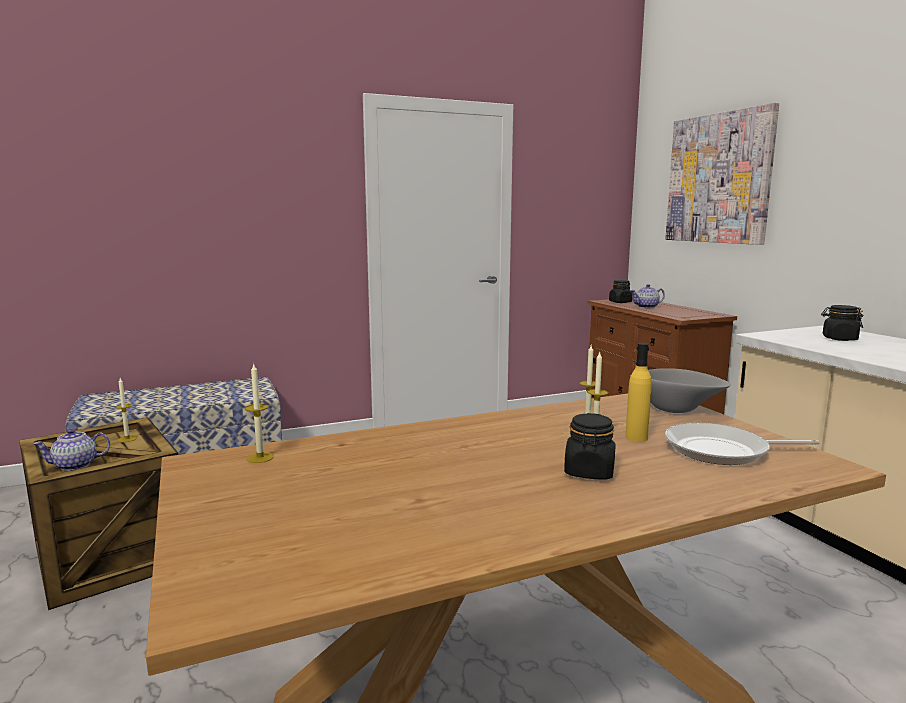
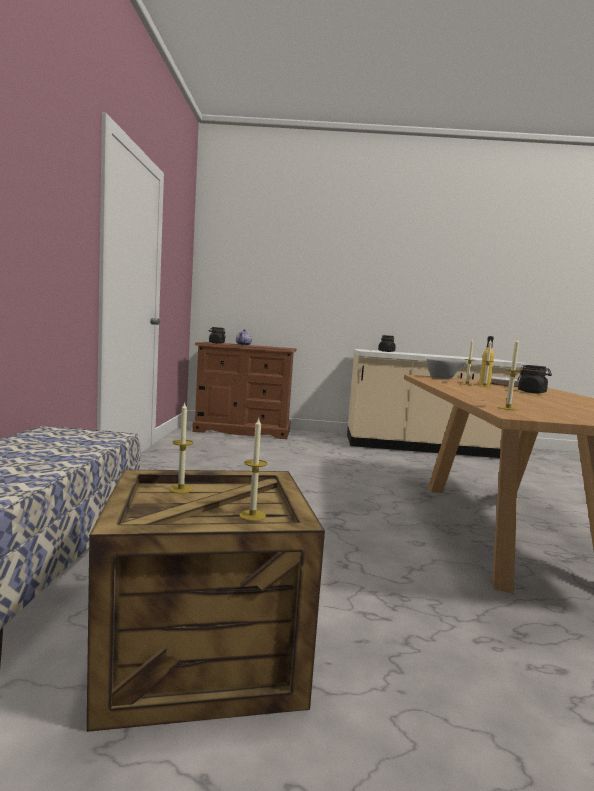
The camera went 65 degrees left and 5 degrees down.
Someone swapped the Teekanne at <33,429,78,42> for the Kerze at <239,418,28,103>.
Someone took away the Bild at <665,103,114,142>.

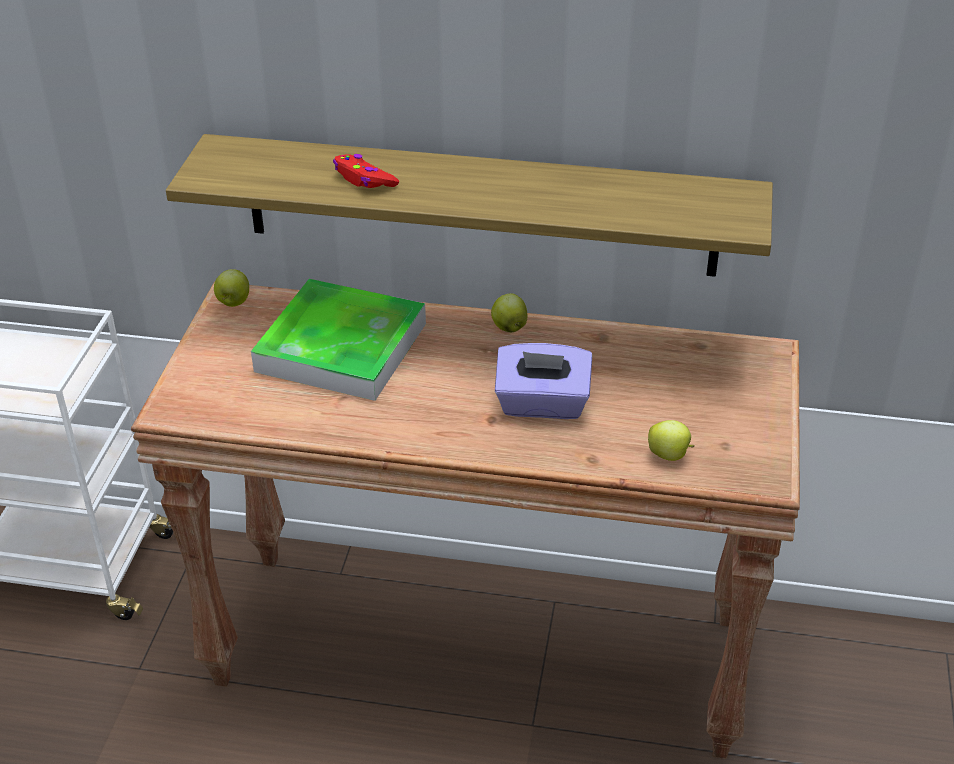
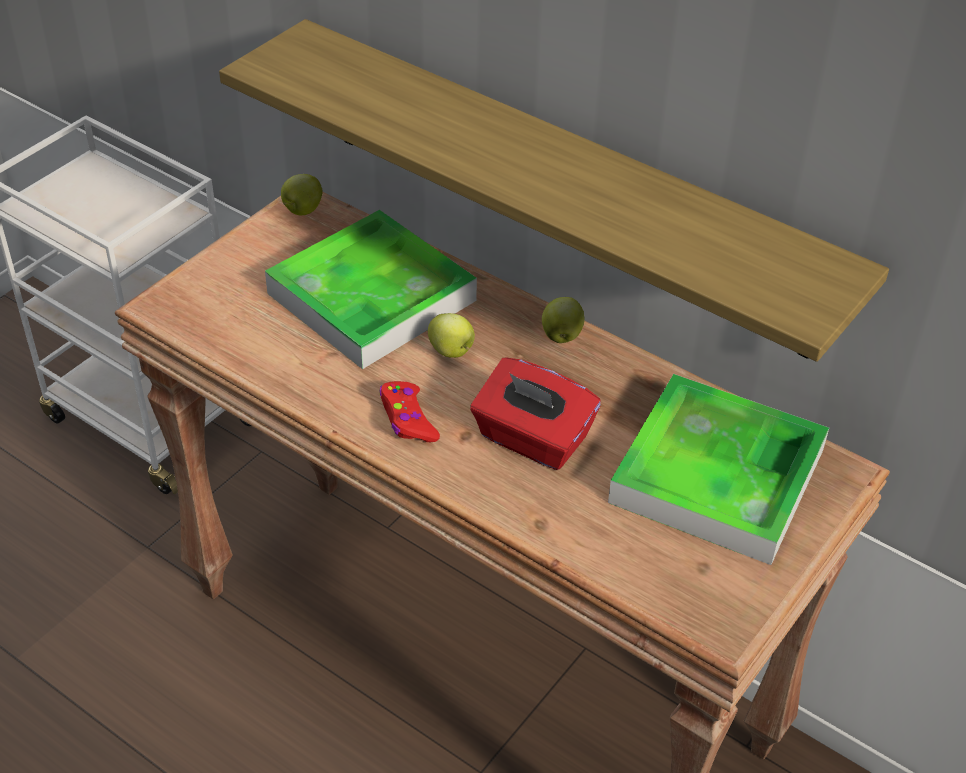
The camera went 25 degrees right and 5 degrees up.
Someone carried the Gamepad (rot) from <333,154,66,34> to <380,381,60,61>.
Someone repainted the Taschentuchbox (lila) at <495,343,97,76>, which became the Taschentuchbox (rot) at <470,357,131,113>.
Someone carried the Apfel from <648,420,47,41> to <428,313,47,45>.
Someone put down the Tablett at <608,374,221,191>.

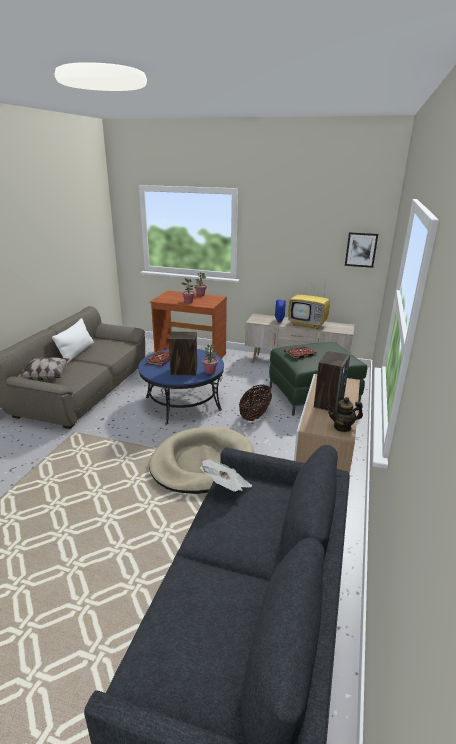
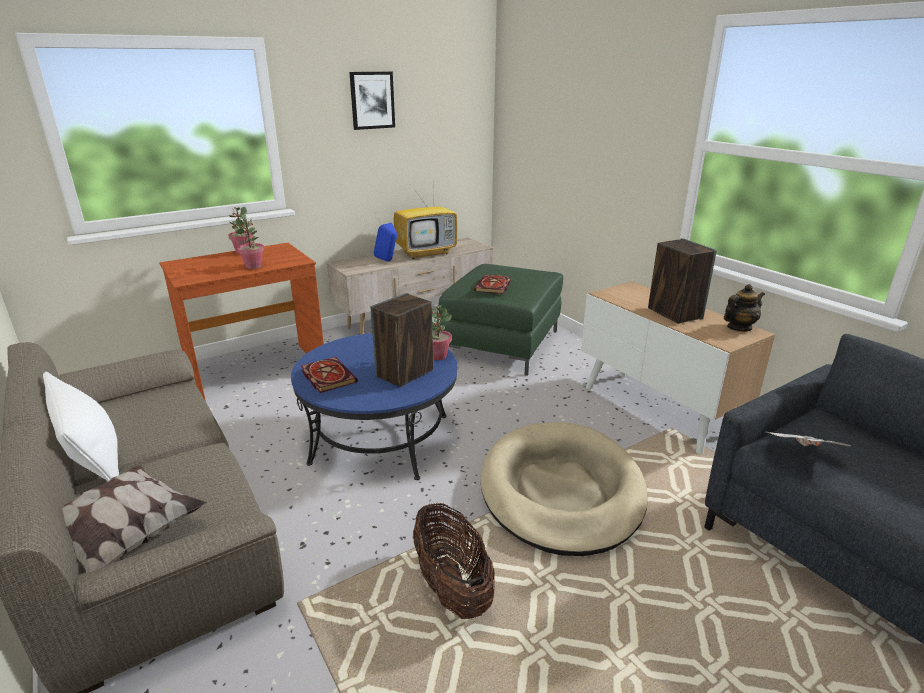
The camera went 50 degrees left and 0 degrees up.
Someone carried the Korb from <239,385,33,36> to <413,502,82,117>.
Someone rotated the Teekanne at <327,397,36,35> by 150 degrees counterclockwise.
Someone carried the Bild from <345,232,33,36> to <349,72,46,58>.

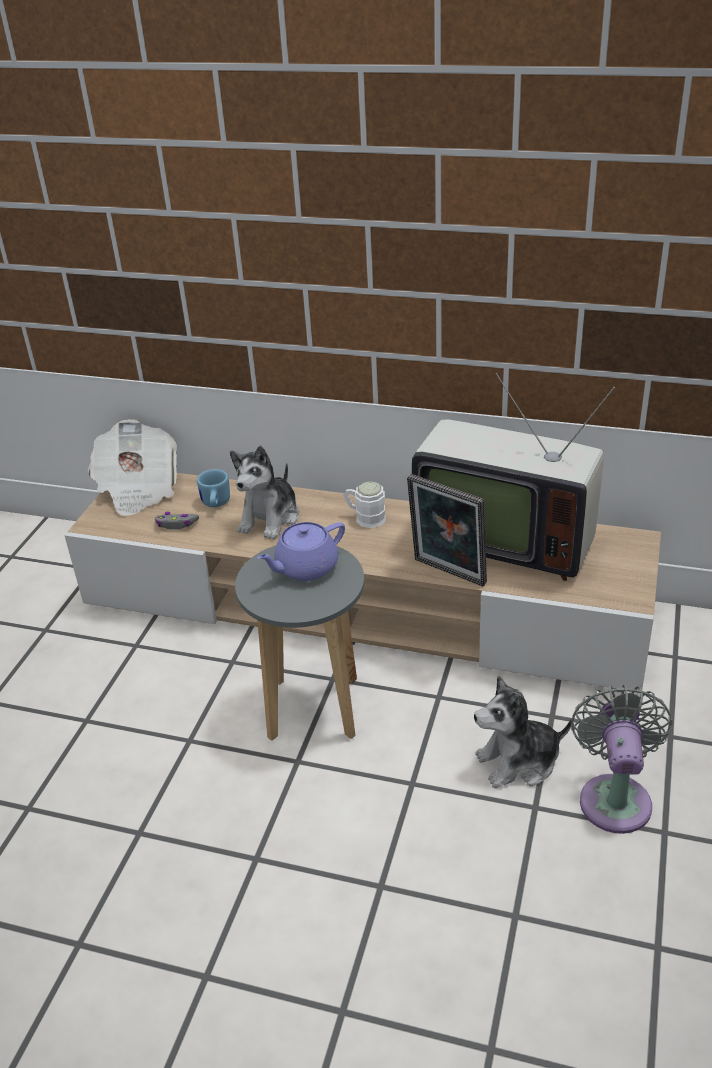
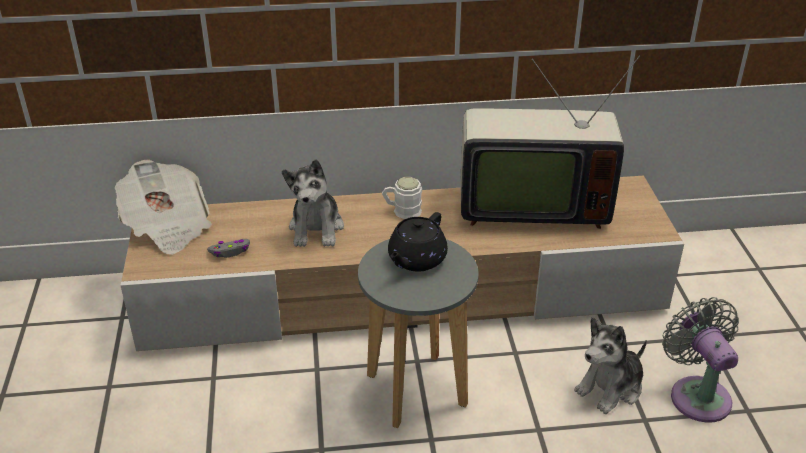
The camera went 25 degrees left and 0 degrees up.
Someone took away the Henkelbecher (blau) at <197,469,33,38>.
Someone repainted the Teekanne (lila) at <257,522,88,59>, which became the Teekanne (schwarz) at <388,212,60,60>.
Someone took away the Bilderrahmen at <407,474,80,112>.

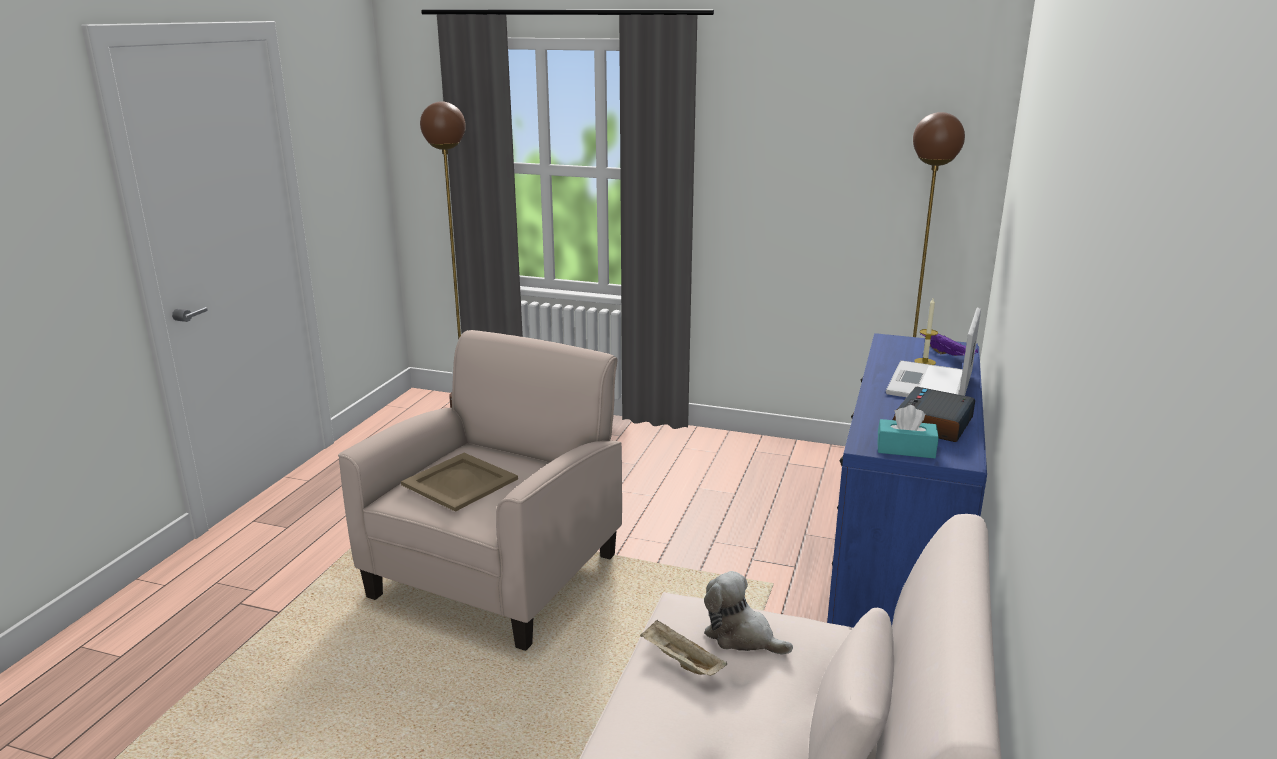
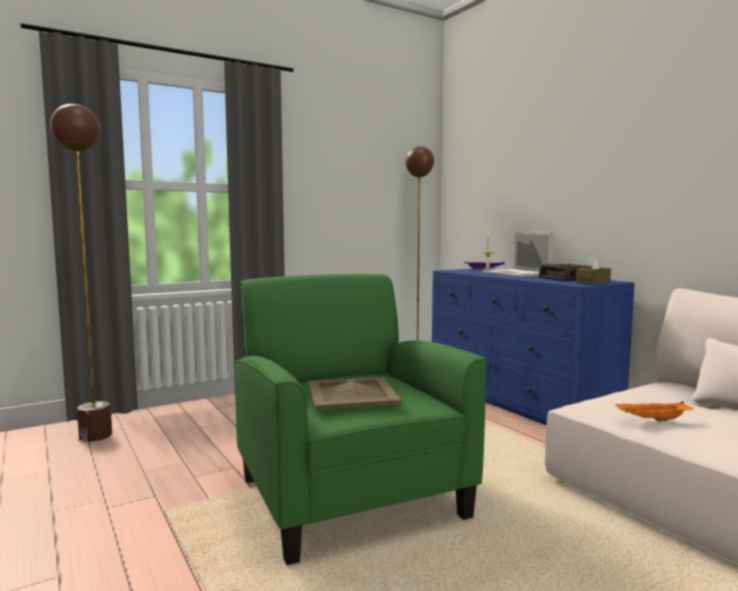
The camera went 50 degrees left and 15 degrees down.
Someone repainted the Sessel (beige) at <338,330,284,321>, which became the Sessel (grün) at <234,274,252,291>.
Someone repainted the Tablett (beige) at <640,619,87,57>, which became the Tablett (orange) at <616,401,77,20>.
Someone took away the Plüschtier at <704,571,89,84>.
Someone repainted the Taschentuchbox (türkis) at <877,405,62,53>, which became the Taschentuchbox (braun) at <576,254,35,31>.

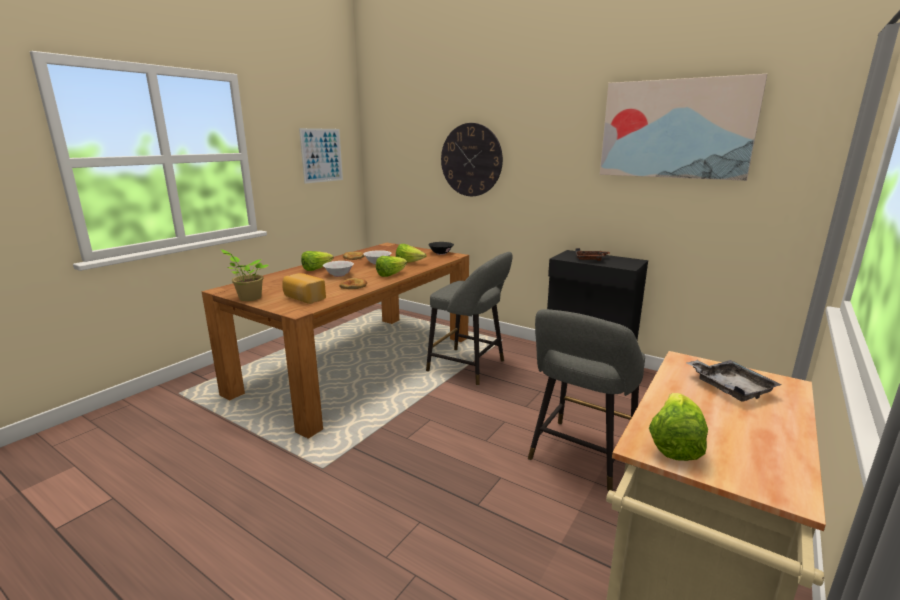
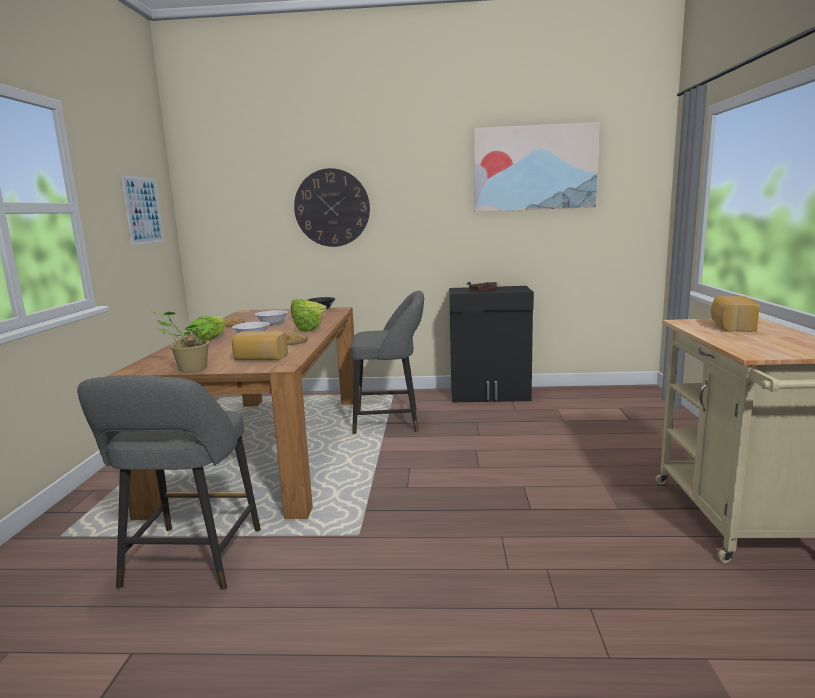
The camera went 30 degrees left and 5 degrees down.
Someone carried the Hocker (grau) from <528,309,117,182> to <77,375,184,215>.
Someone took away the Salatkopf at <649,393,59,68>.
Someone swapped the Tablett (grau) at <686,360,95,42> for the Brot at <711,296,49,36>.

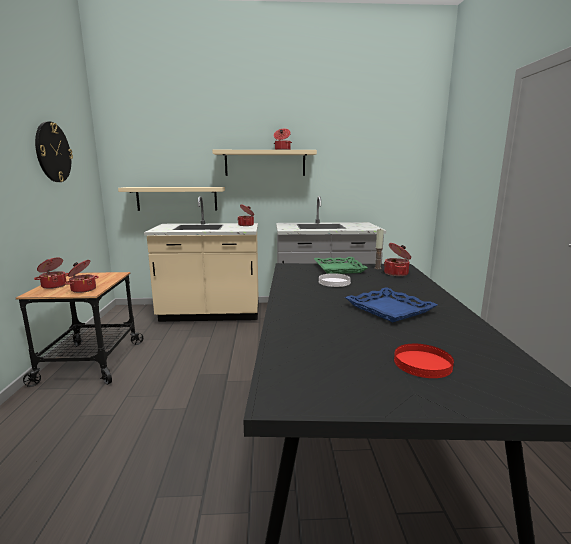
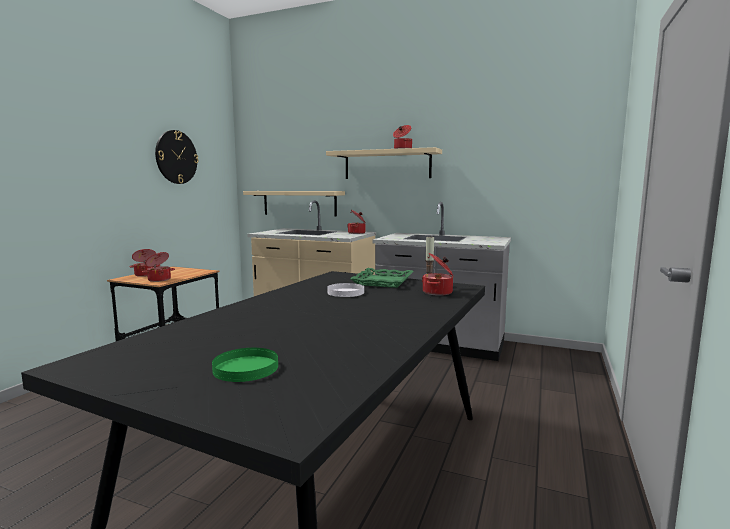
The camera went 25 degrees right and 5 degrees down.
Someone took away the Tablett (blau) at <345,287,92,35>.
Someone repainted the Teller (rot) at <394,344,60,34>, which became the Teller (grün) at <212,348,66,34>.

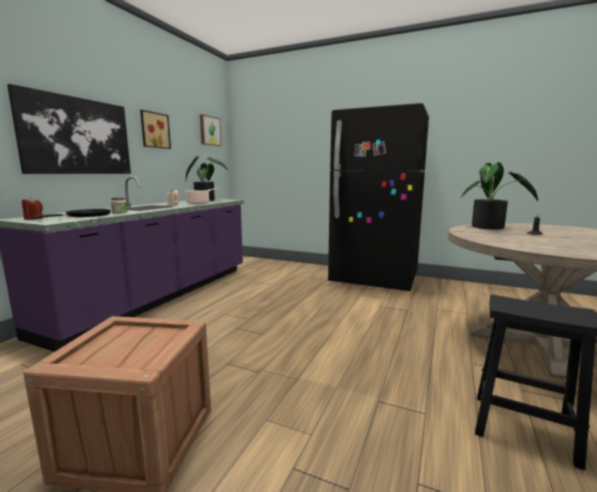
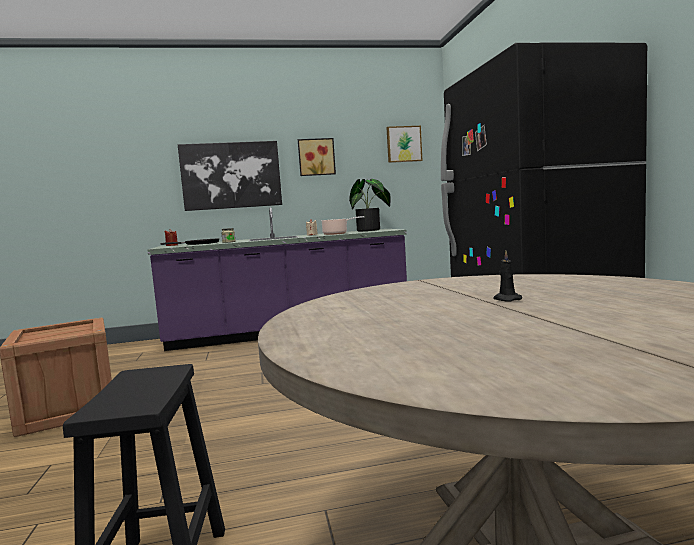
The camera went 55 degrees right and 5 degrees down.
Someone took away the Topfpflanze at <461,162,77,67>.

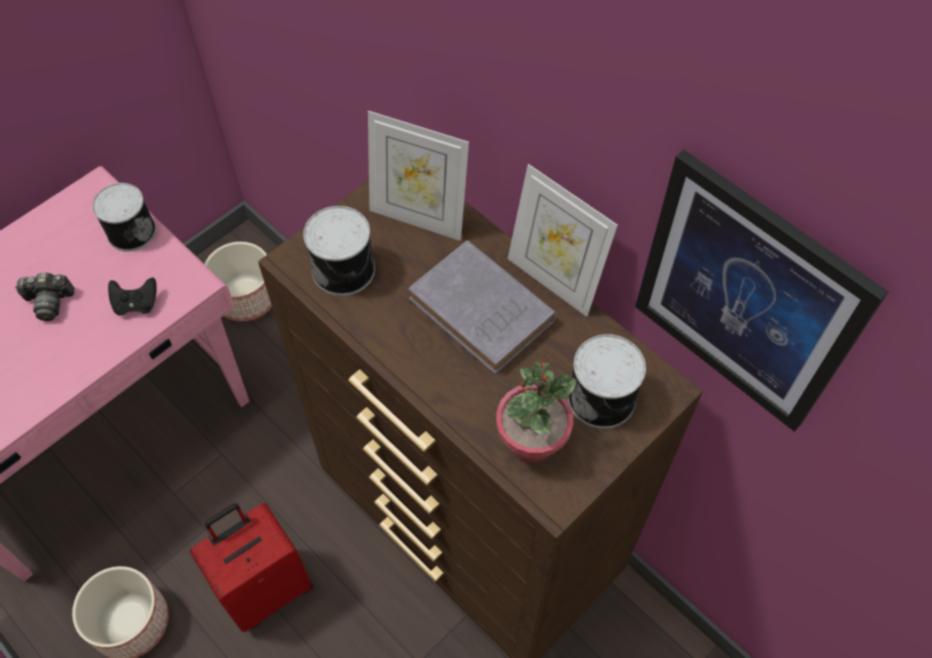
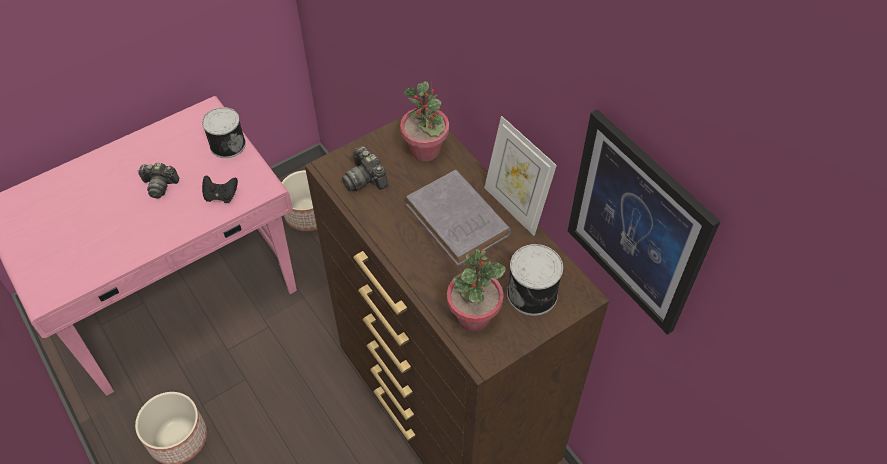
The camera went 10 degrees right and 5 degrees down.
Someone took away the Koffer (rot) at <190,503,123,129>.
Someone swapped the Dose at <303,206,72,90> for the Kamera at <342,146,46,45>.
Someone swapped the Bilderrahmen at <368,111,101,130> for the Topfpflanze at <400,81,49,80>.

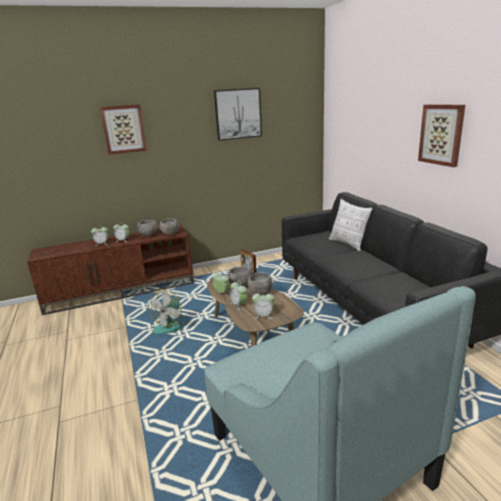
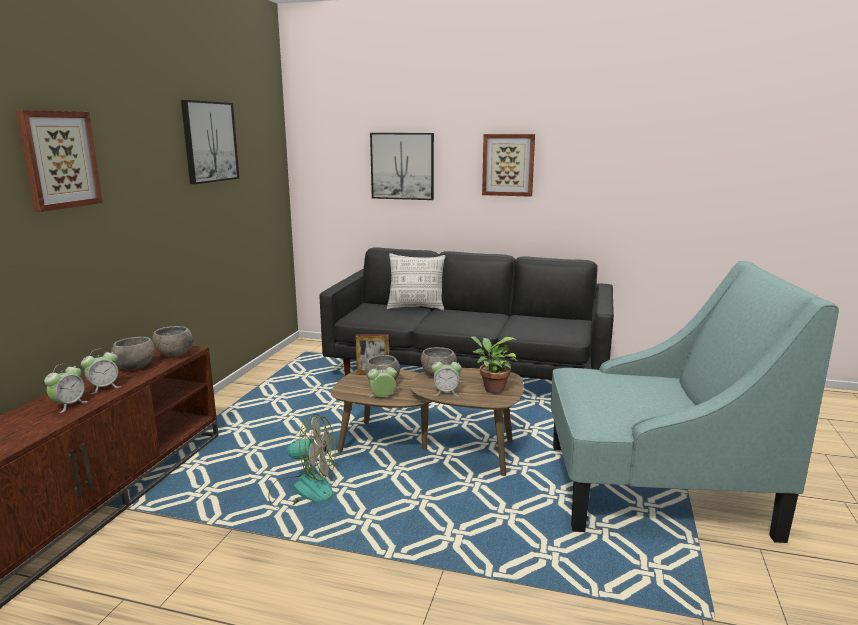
The camera went 55 degrees left and 5 degrees down.
Someone rotated the Ventilator at <150,289,39,45> by 60 degrees counterclockwise.
Someone swapped the Wecker at <252,290,23,29> for the Topfpflanze at <471,336,47,58>.
Someone put up the Bild at <370,133,64,67>.

